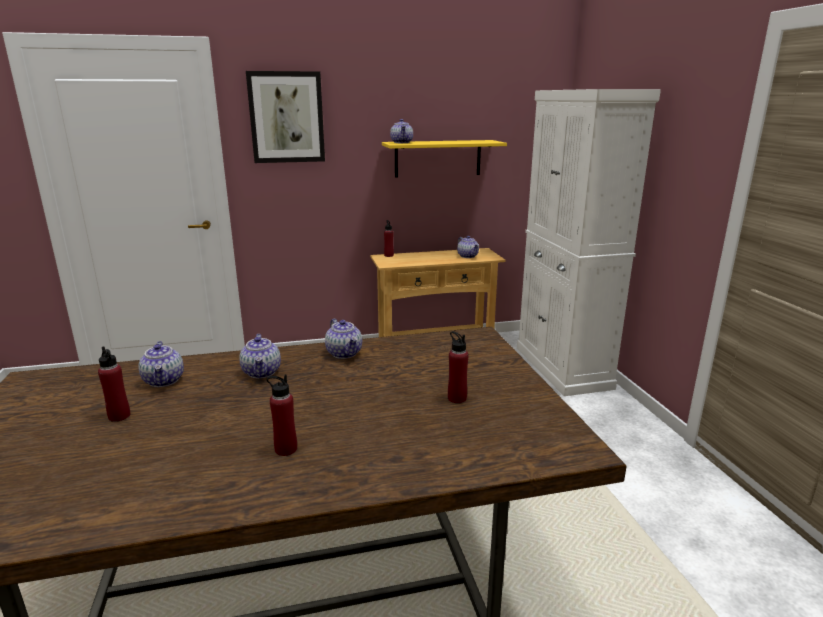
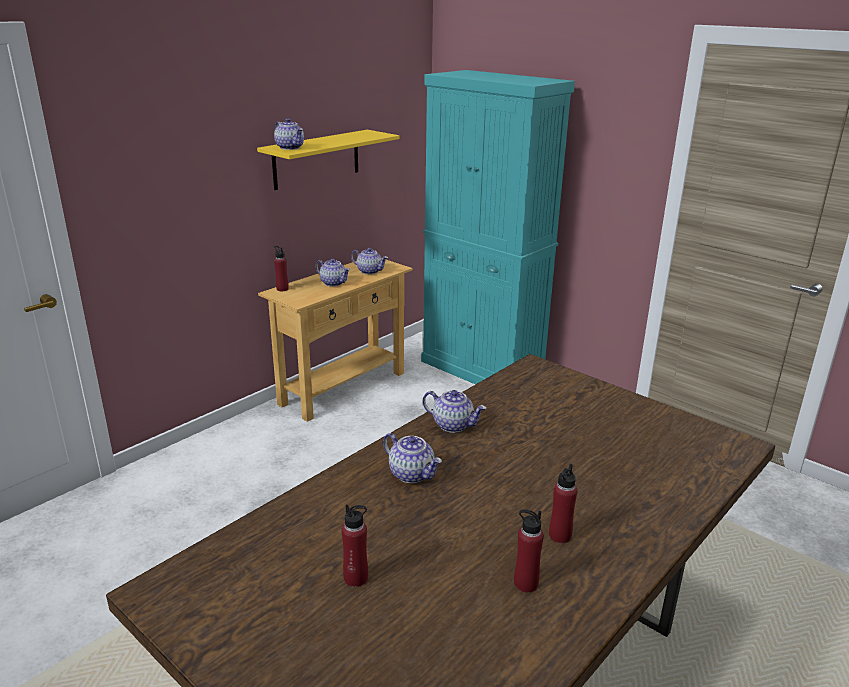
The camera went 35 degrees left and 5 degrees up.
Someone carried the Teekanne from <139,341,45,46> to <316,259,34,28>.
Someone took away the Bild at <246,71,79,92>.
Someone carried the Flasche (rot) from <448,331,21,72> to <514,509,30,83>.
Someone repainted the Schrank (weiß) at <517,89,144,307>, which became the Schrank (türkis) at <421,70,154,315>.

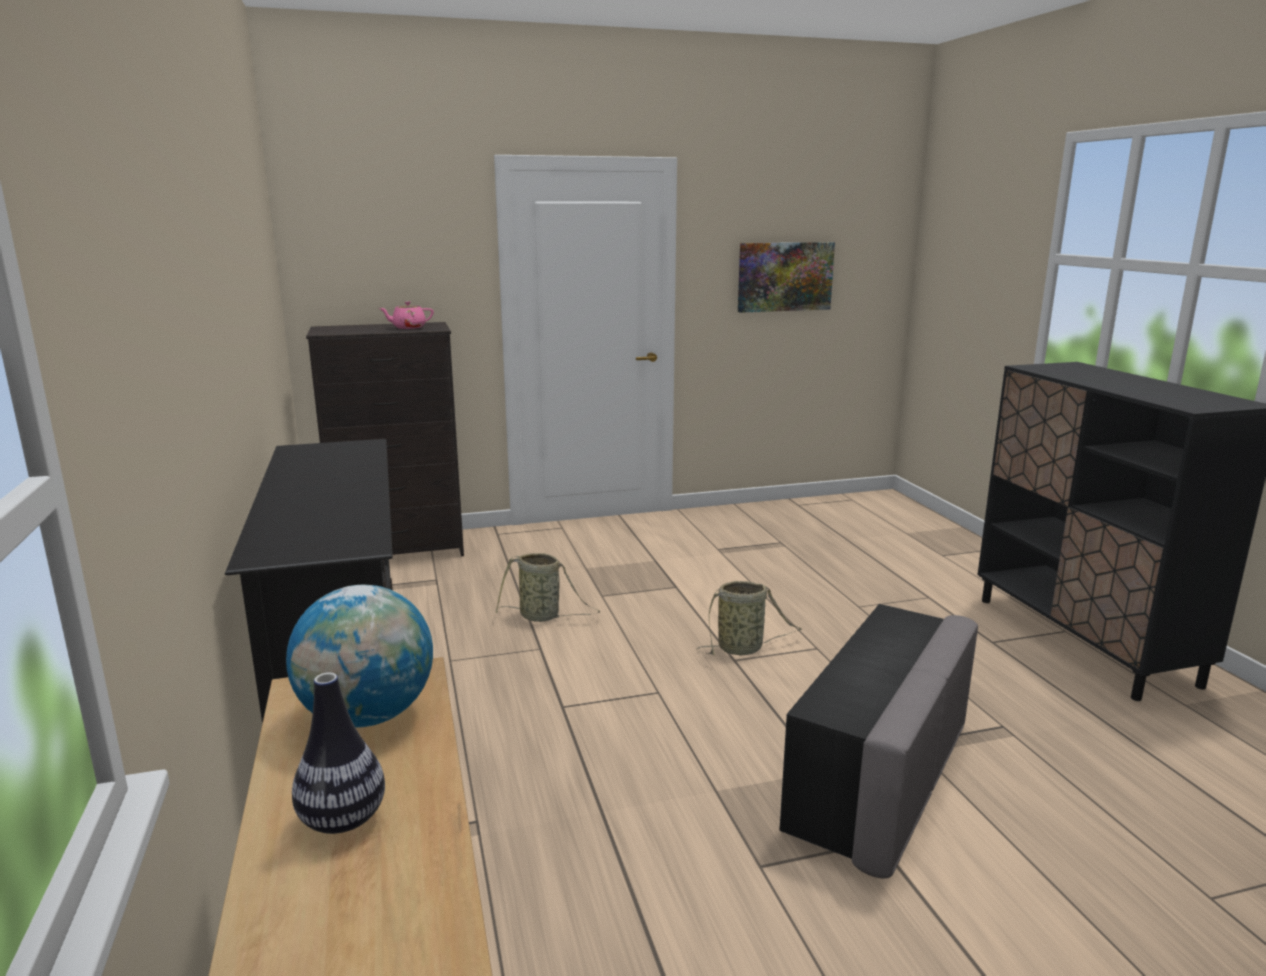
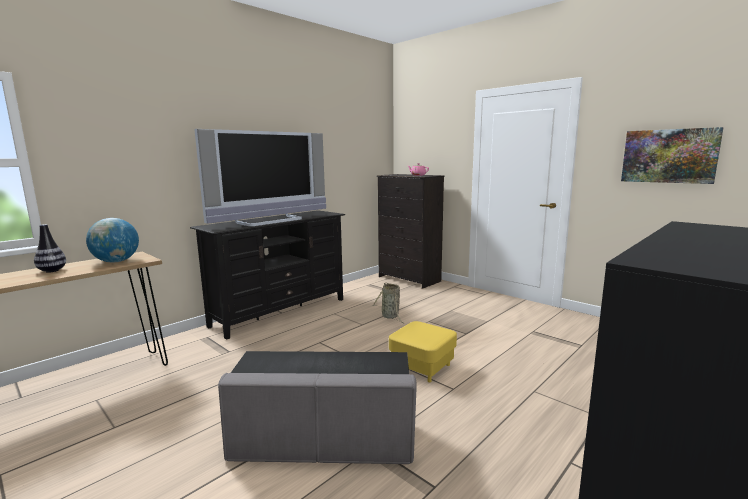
The camera went 60 degrees right and 5 degrees down.
Someone swapped the Korb at <696,581,106,74> for the Polsterhocker (gelb) at <389,321,68,61>.
Someone put down the Fernseher at <194,129,132,97>.

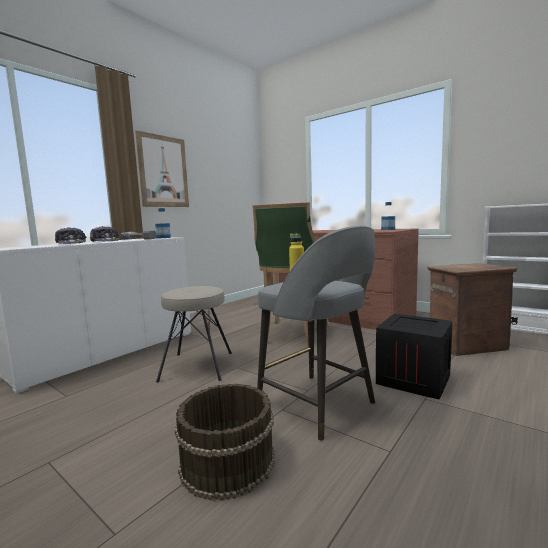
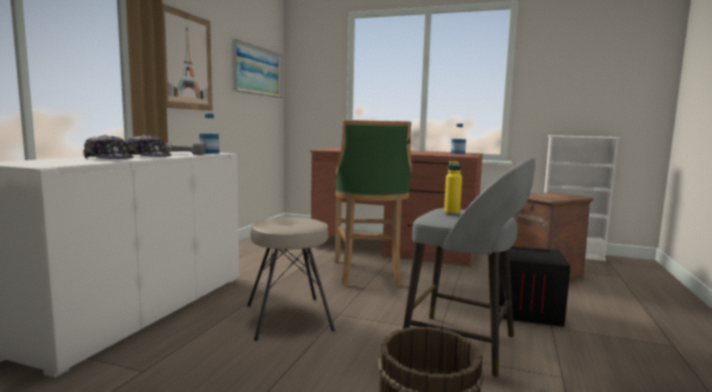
The camera went 20 degrees left and 0 degrees up.
Someone put up the Bild at <232,39,50,59>.

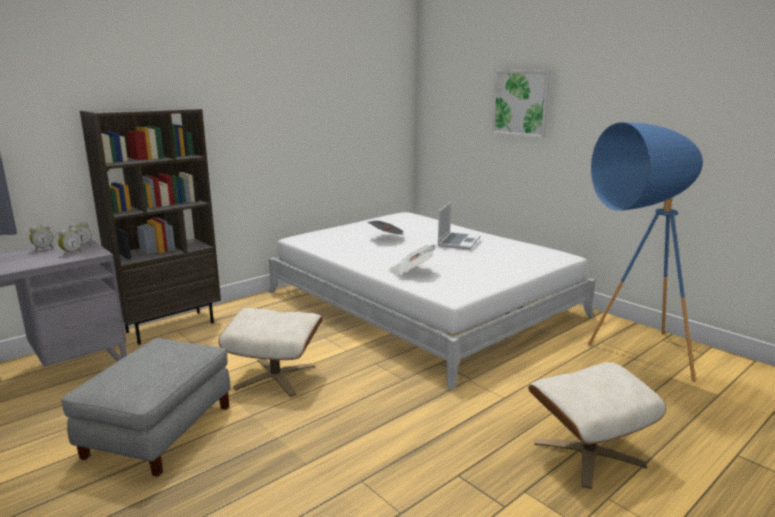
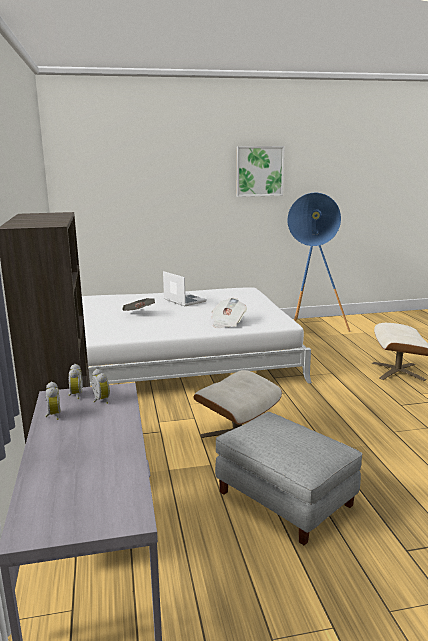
The camera went 60 degrees left and 0 degrees up.
Someone carried the Bild from <492,70,59,68> to <237,146,48,51>.

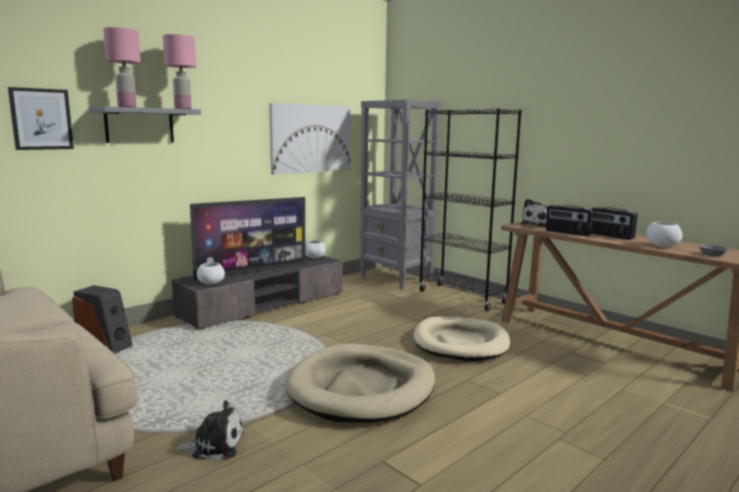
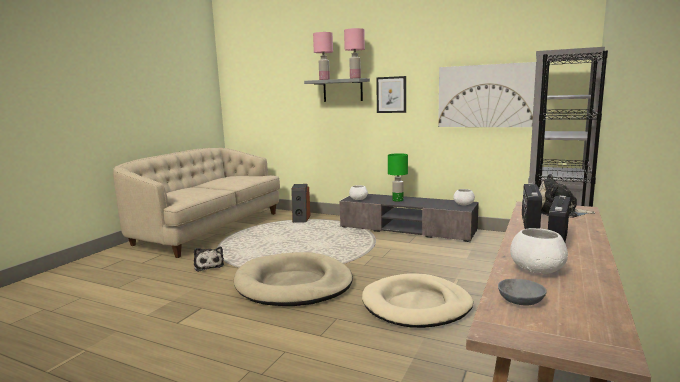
The camera went 70 degrees right and 0 degrees up.
Someone carried the Bild from <8,87,66,63> to <376,76,30,37>.
Someone swapped the Fernseher at <190,197,115,83> for the Tischlampe (grün) at <388,153,20,49>.

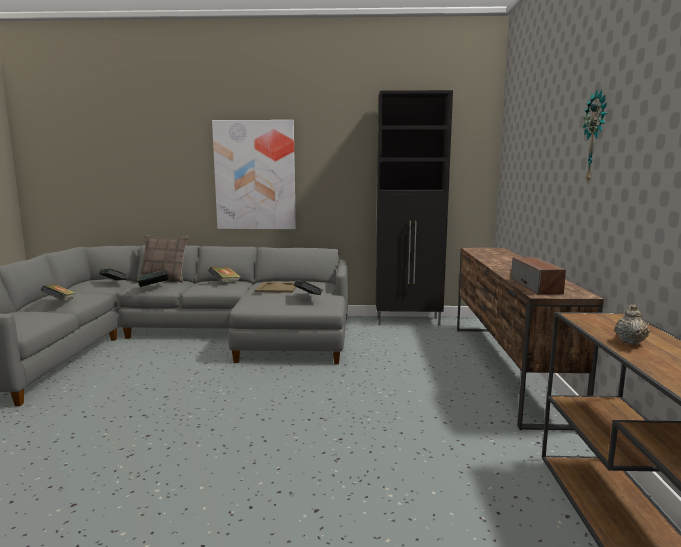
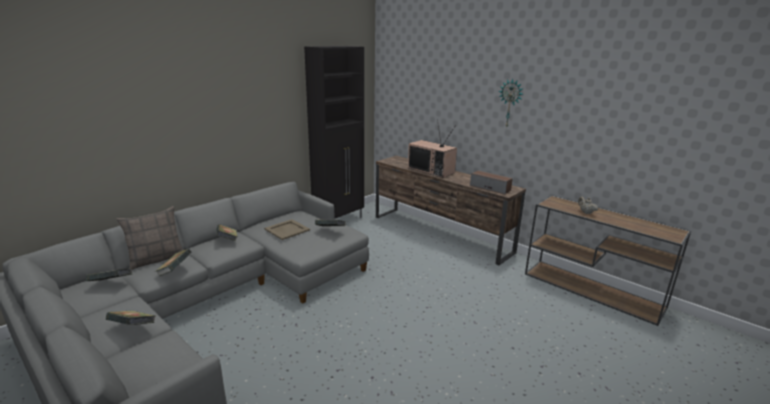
The camera went 50 degrees left and 10 degrees up.
Someone took away the Bild at <212,120,84,109>.
Someone put down the Fernseher at <408,119,49,59>.

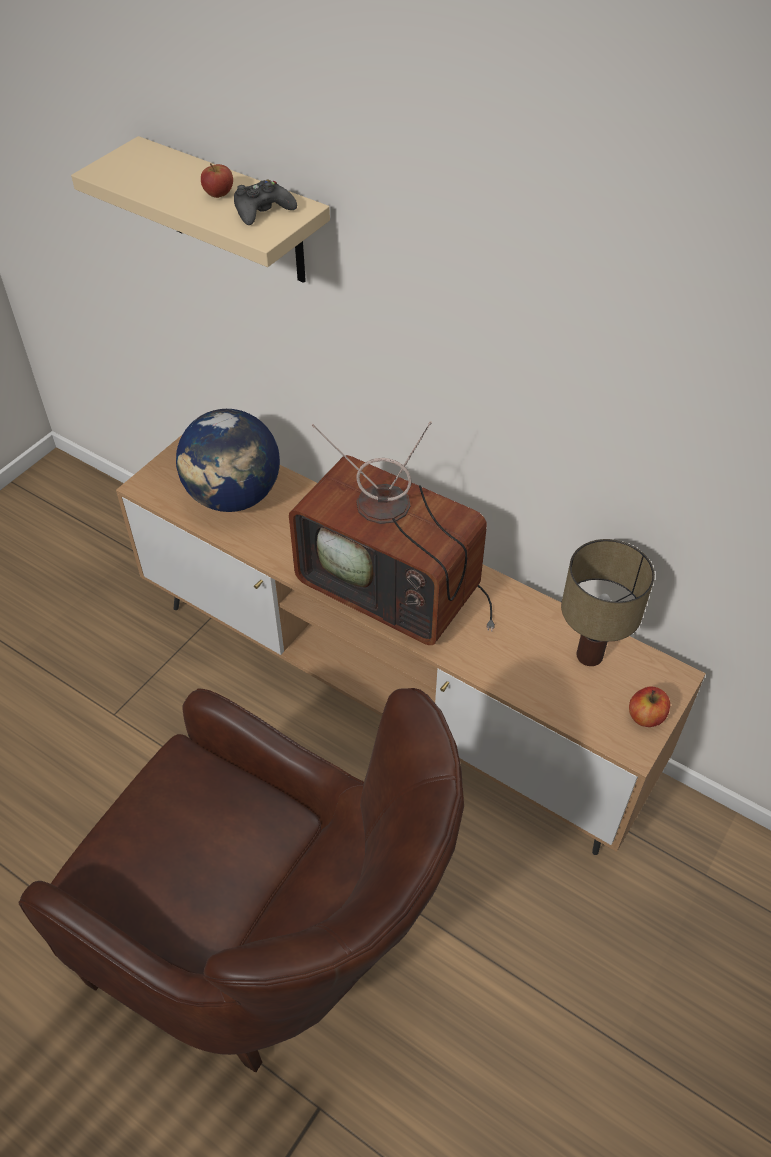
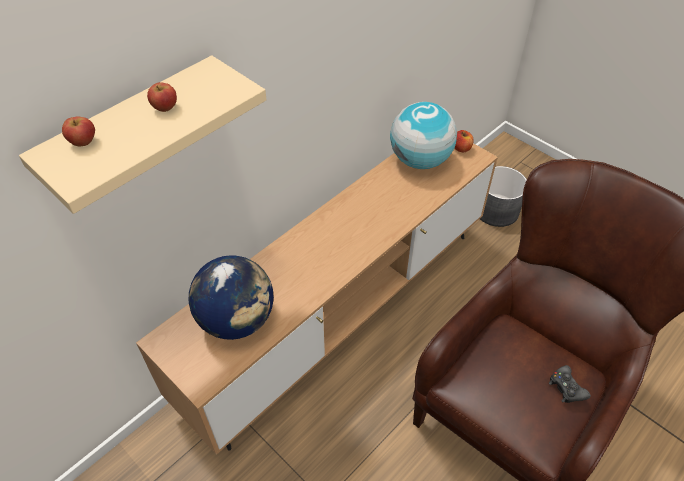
The camera went 80 degrees left and 0 degrees up.
Someone carried the Gamepad (schwarz) from <234,179,63,46> to <549,365,42,38>.
Someone took away the Fernseher at <289,421,206,224>.
Someone swapped the Tischlampe at <561,539,94,127> for the Globus at <390,102,67,67>.
Someone put down the Apfel at <62,116,33,30>.
Someone put down the Pflanzkübel (grau) at <480,166,47,61>.

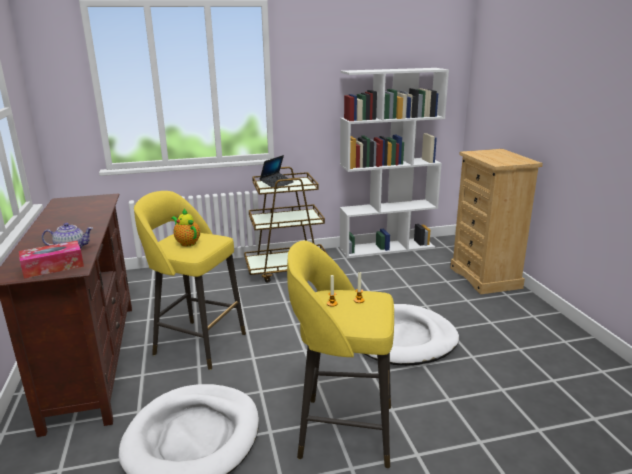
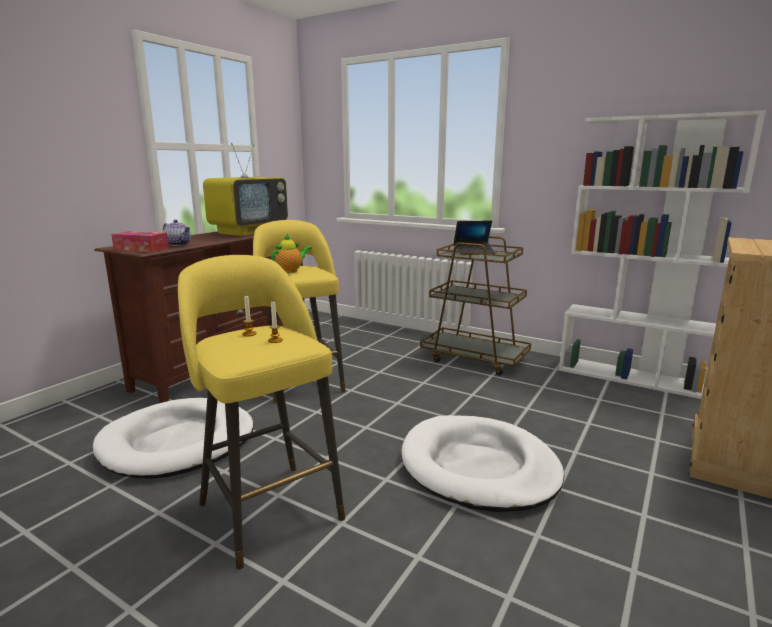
The camera went 45 degrees right and 5 degrees down.
Someone rotated the Teekanne at <171,209,29,37> by 45 degrees clockwise.
Someone put down the Fernseher at <203,143,85,93>.

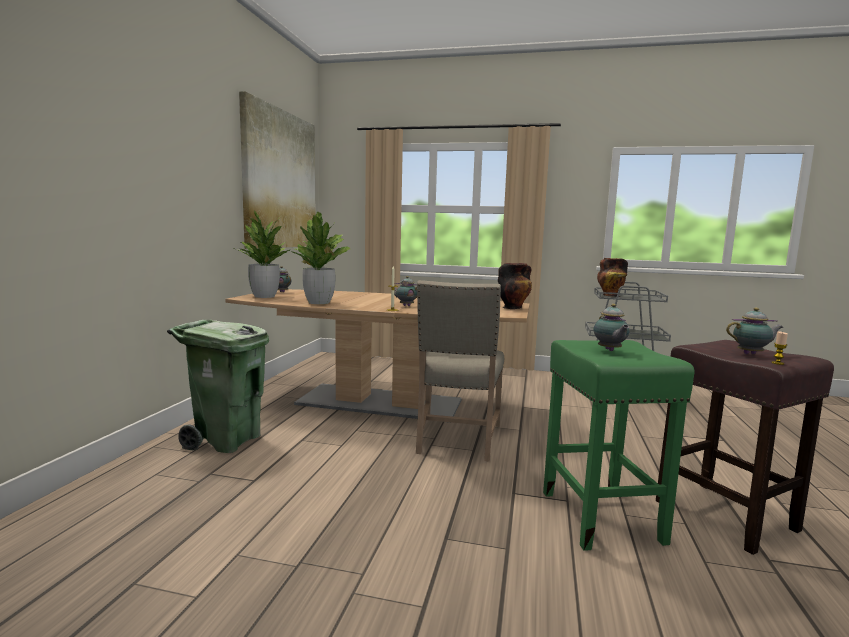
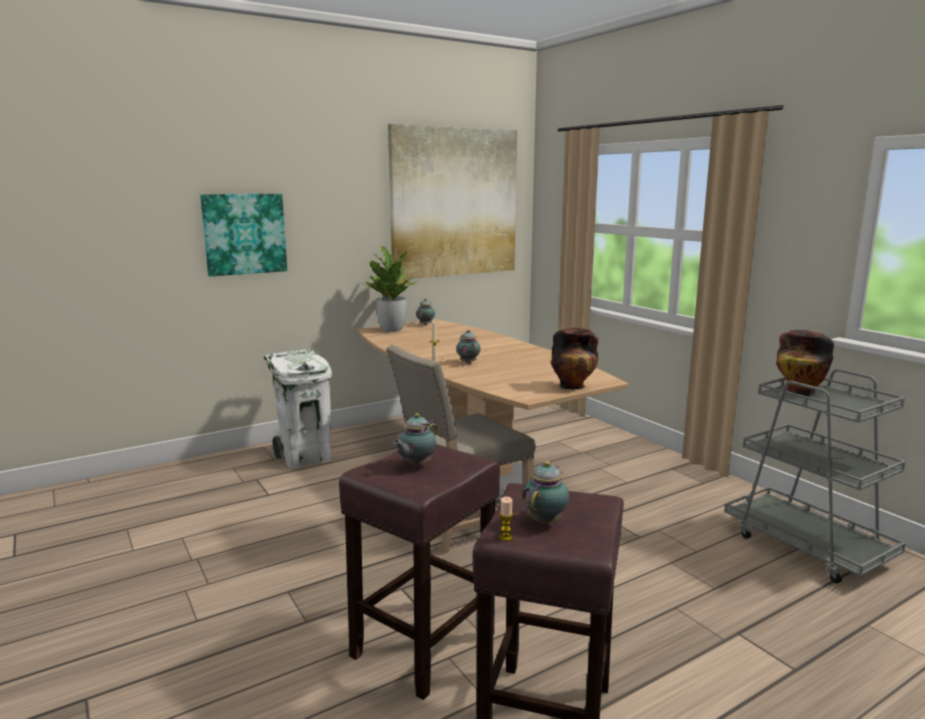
The camera went 45 degrees right and 5 degrees up.
Someone repainted the Mülleimer (grün) at <167,319,102,134>, which became the Mülleimer (weiß) at <264,349,68,120>.
Someone took away the Topfpflanze at <290,212,60,92>.
Someone repainted the Hocker (grün) at <543,340,152,211>, which became the Hocker (braun) at <339,444,161,256>.
Someone rotated the Teekanne at <726,308,57,46> by 105 degrees counterclockwise.
Someone put up the Bild at <200,194,87,82>.

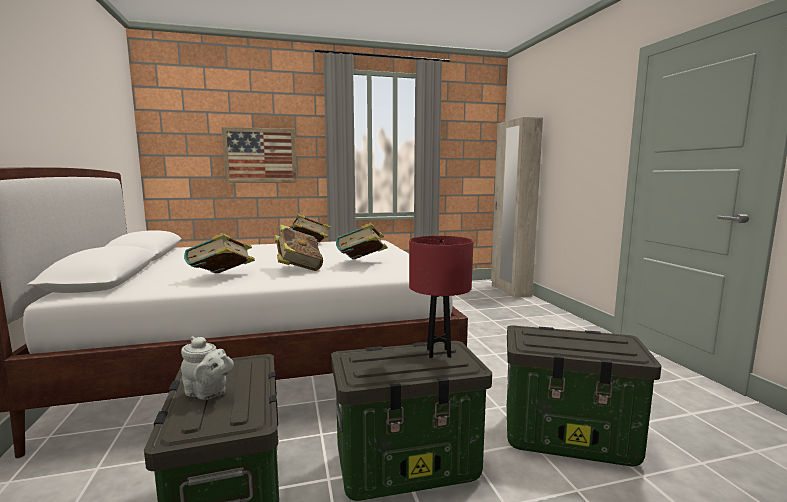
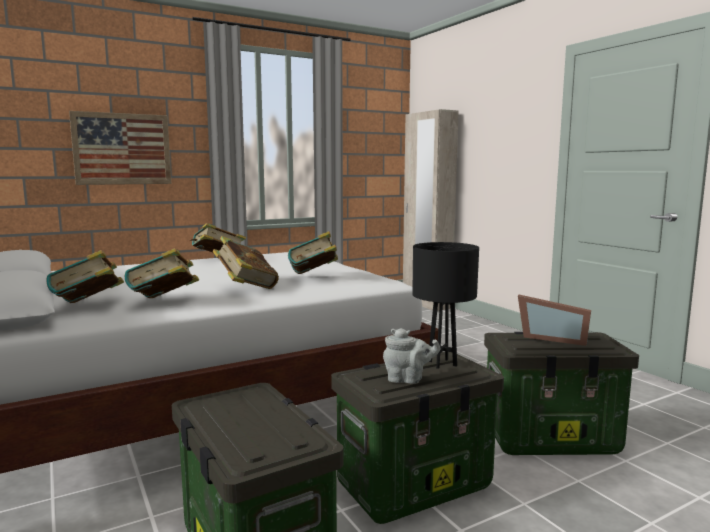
The camera went 15 degrees left and 0 degrees up.
Someone carried the Teekanne (grau) from <181,336,53,64> to <383,328,58,56>.
Someone repainted the Tischlampe (rot) at <409,236,64,122>, which became the Tischlampe (schwarz) at <412,242,67,127>.
Someone put down the Buch at <46,250,78,53>.
Someone put down the Bilderrahmen at <518,295,73,51>.

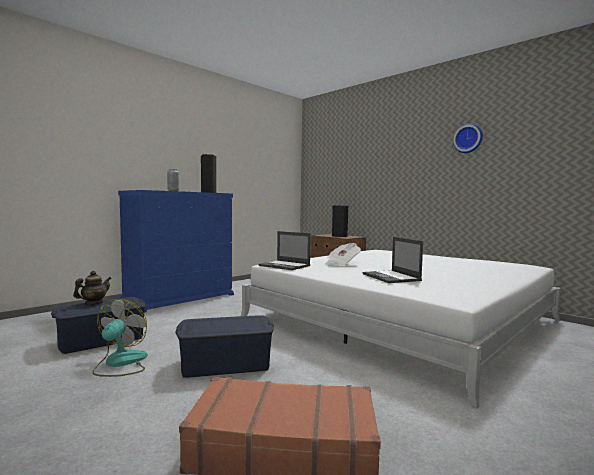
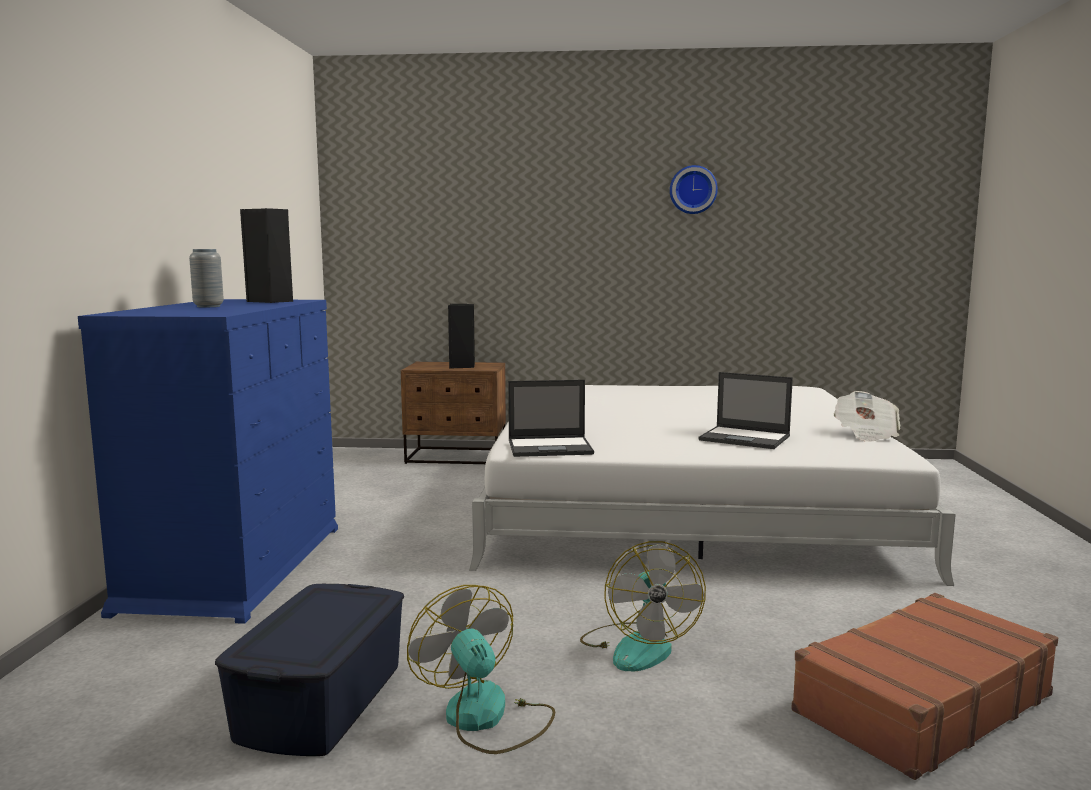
The camera went 40 degrees left and 5 degrees up.
Someone took away the Teekanne at <73,271,39,34>.
Someone swapped the Aufbewahrungsbox (blau) at <175,315,99,63> for the Ventilator at <580,541,126,130>.
Someone carried the Zeitung from <325,243,36,23> to <834,391,66,51>.

